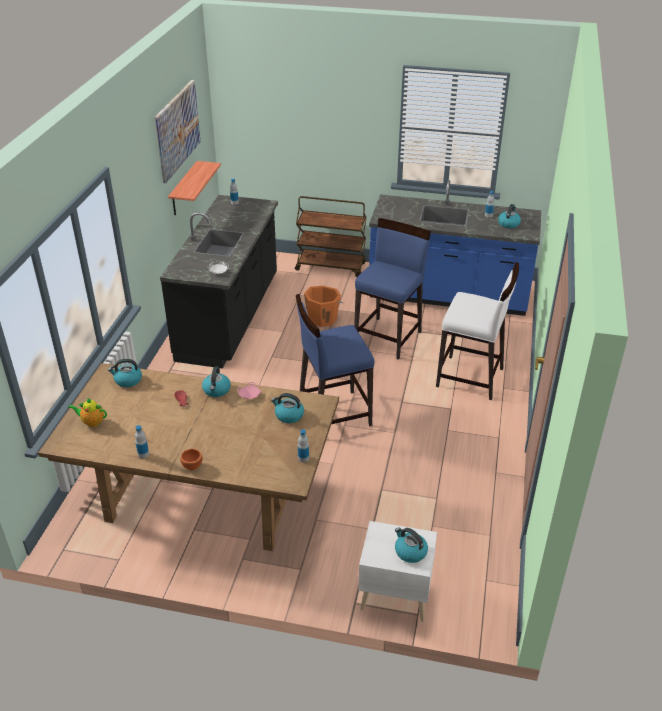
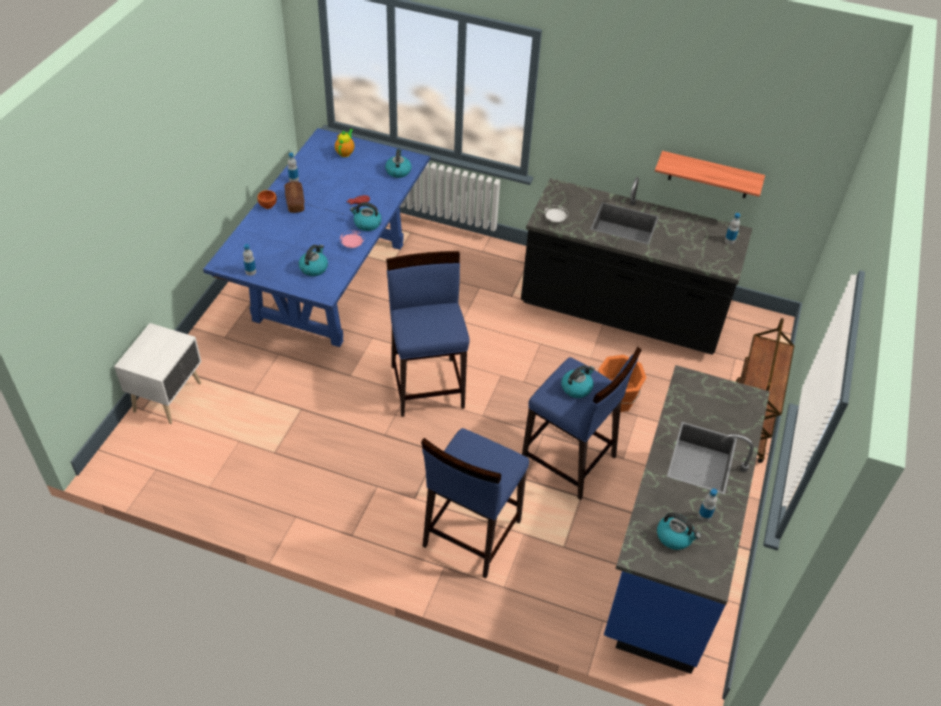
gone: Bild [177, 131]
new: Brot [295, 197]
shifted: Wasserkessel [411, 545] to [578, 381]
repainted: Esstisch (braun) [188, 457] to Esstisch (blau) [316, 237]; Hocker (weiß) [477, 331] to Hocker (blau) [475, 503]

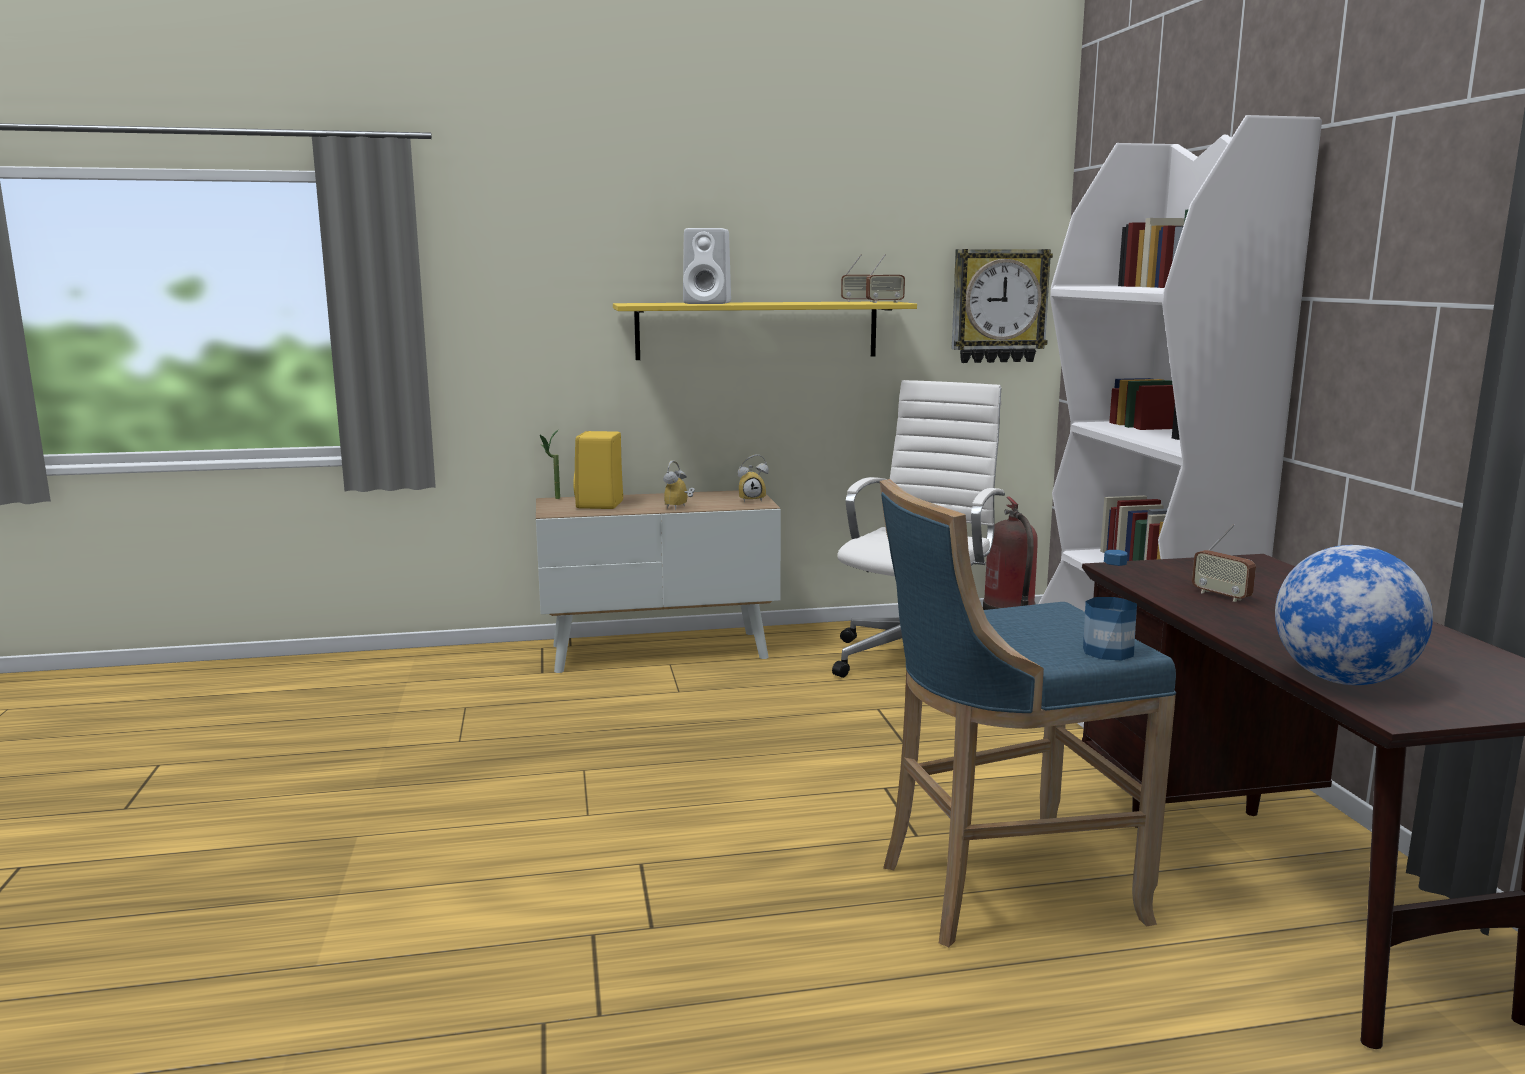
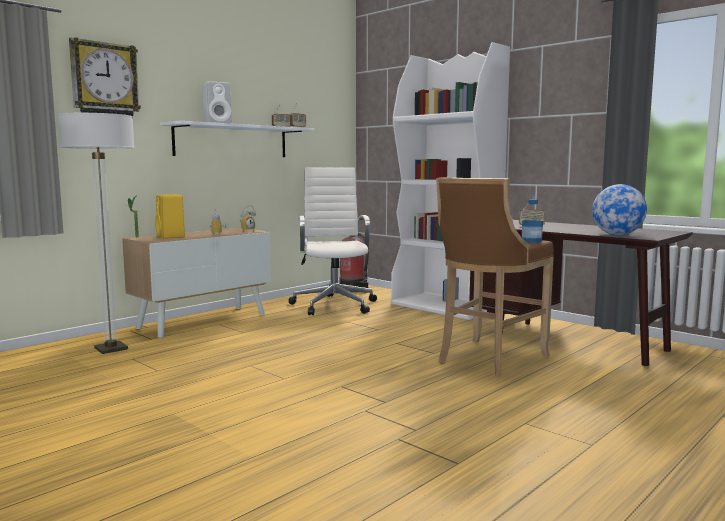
new: Stehlampe [96, 233]
shifted: Wanduhr [1002, 306] to [105, 78]
repainted: Wandregal (gelb) [765, 330] to Wandregal (weiß) [237, 139]; Hocker (blau) [1028, 713] to Hocker (braun) [495, 277]

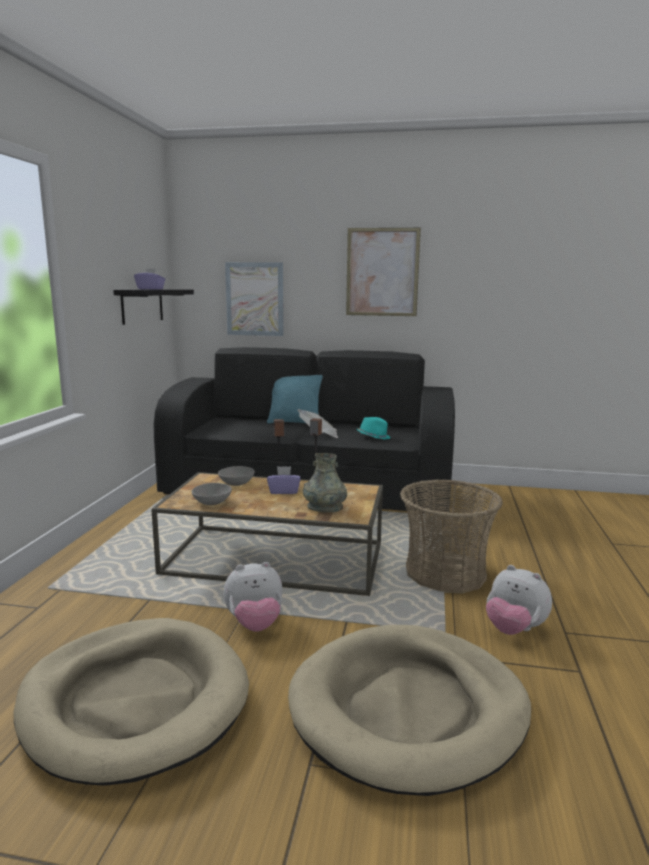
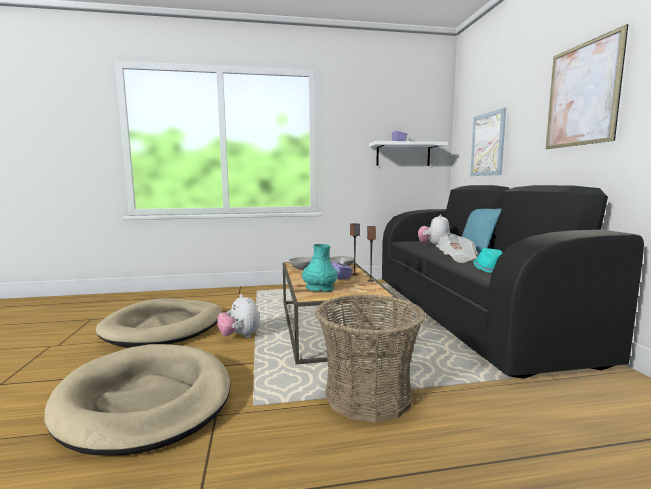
shifted: Plüschtier [519, 600] to [434, 230]
repainted: Vase (grau) [325, 483] to Vase (türkis) [320, 268]; Wandregal (schwarz) [153, 307] to Wandregal (weiß) [408, 153]

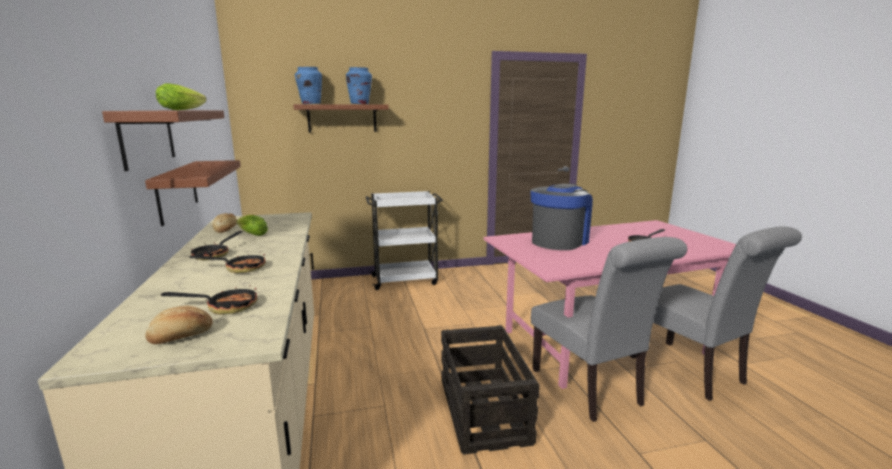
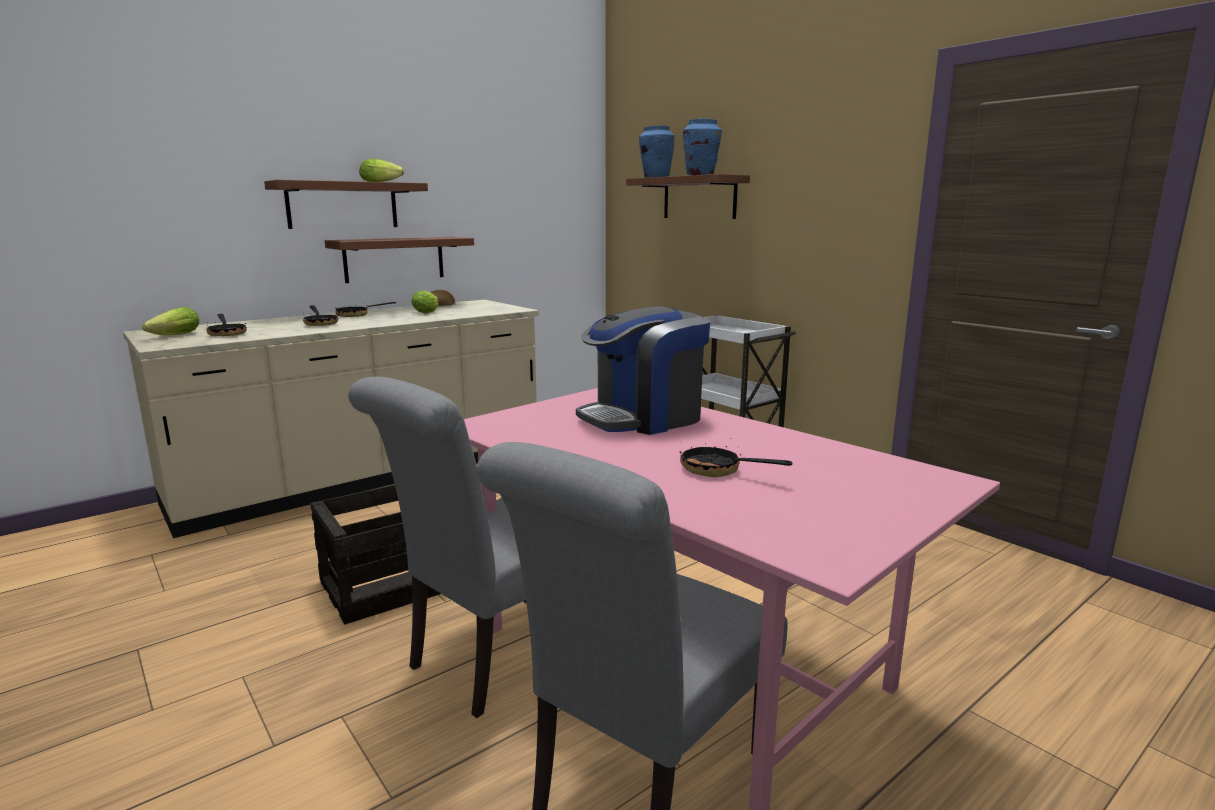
swapped: Brot [179, 325] to Salatkopf [170, 321]
rotated: Kaffeemaschine [562, 216] = [643, 370] 135 degrees clockwise

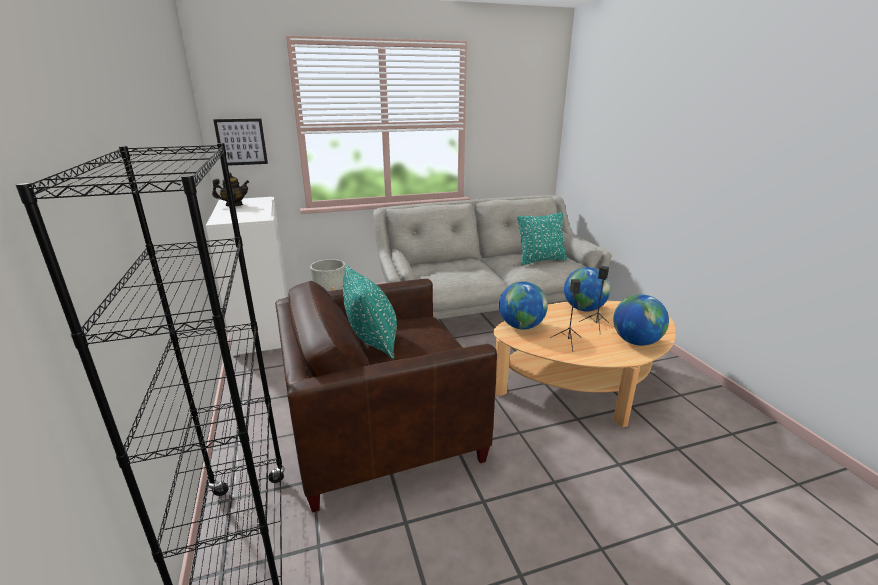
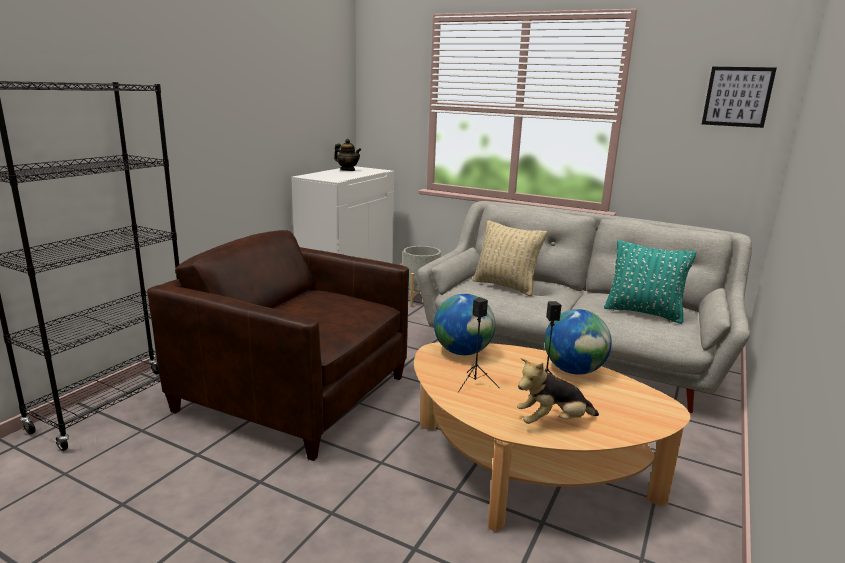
gone: Kissen (türkis) [370, 312]
new: Kissen (beige) [510, 258]
shifted: Bild [240, 142] to [739, 97]
swapped: Globus [641, 320] to Plüschtier [558, 391]

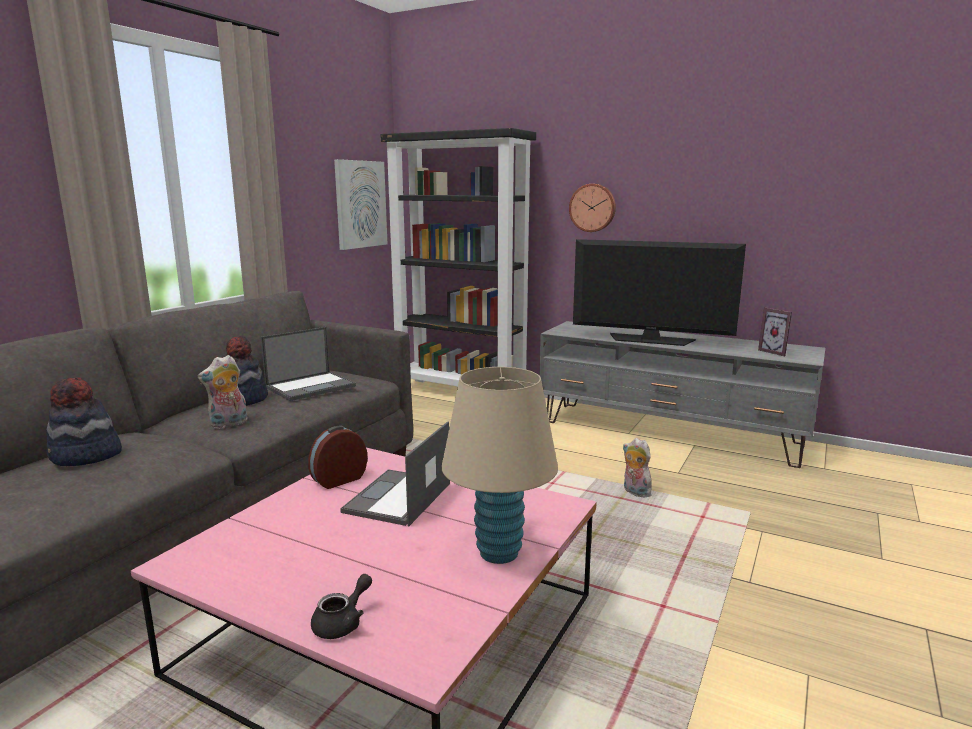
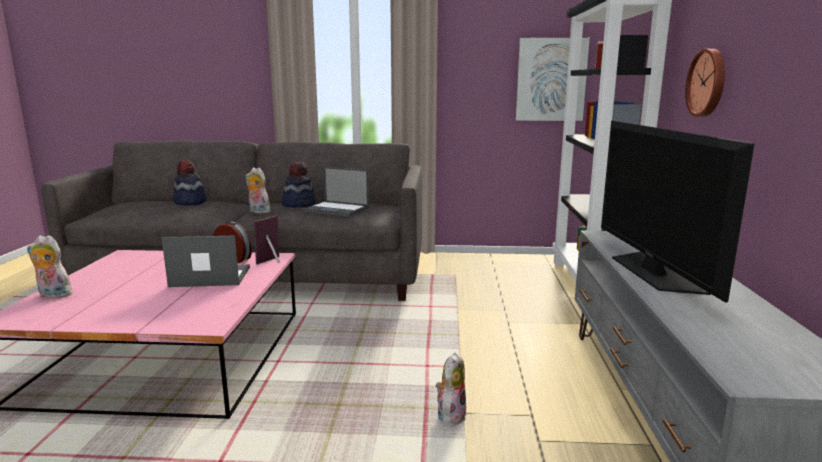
gone: Tischlampe (beige) [500, 465]
shifted: Bilderrahmen [775, 331] to [267, 239]
swapped: Teekanne (schwarz) [341, 606] to Plüschtier [52, 266]

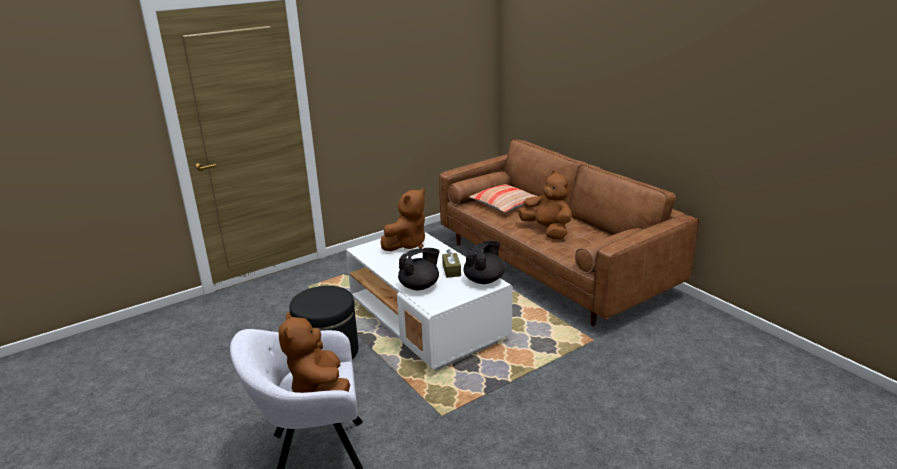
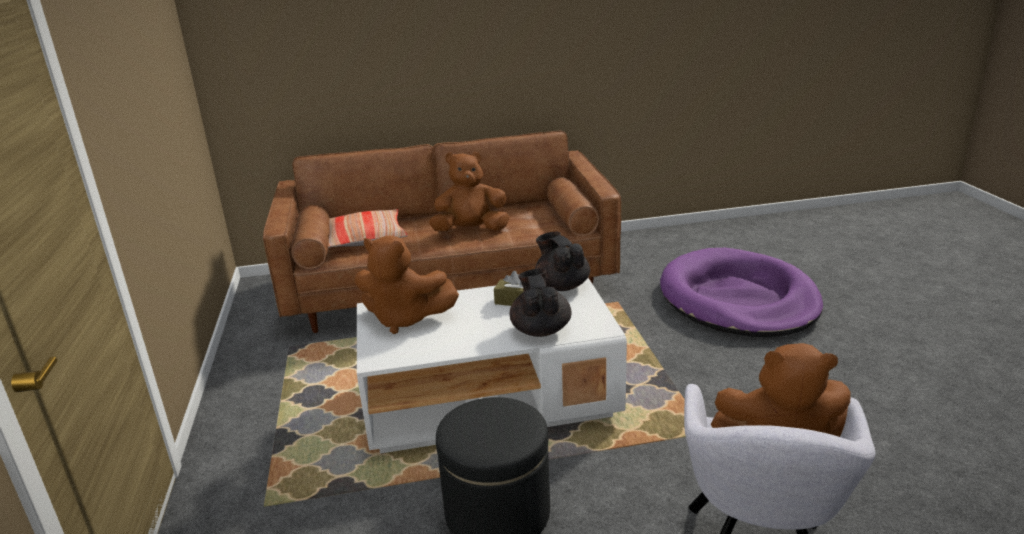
new: Hundebett (lila) [741, 292]
rotated: Plüschtier (braun) [403, 219] = [407, 285] 135 degrees clockwise

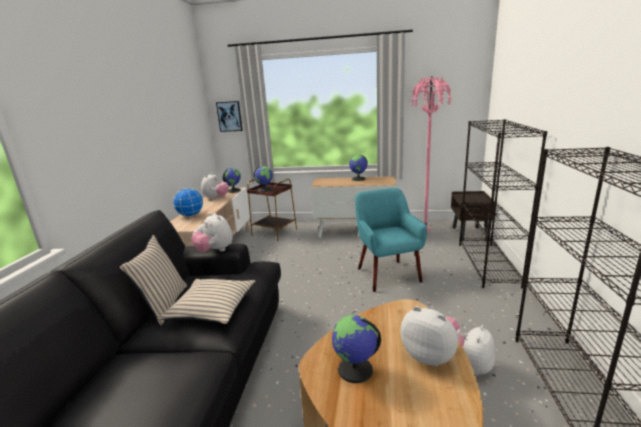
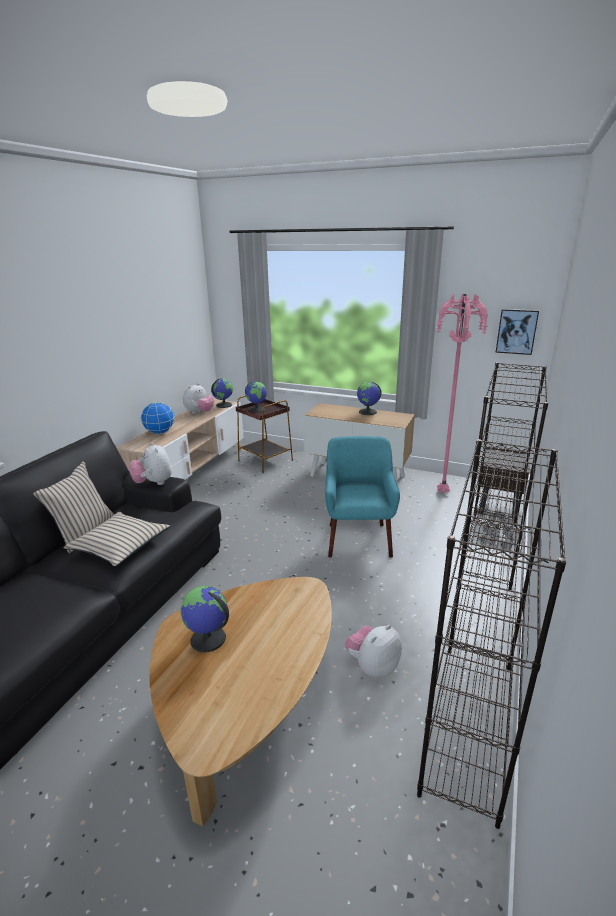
gone: Plüschtier [431, 336]
shifted: Bild [229, 116] to [517, 332]

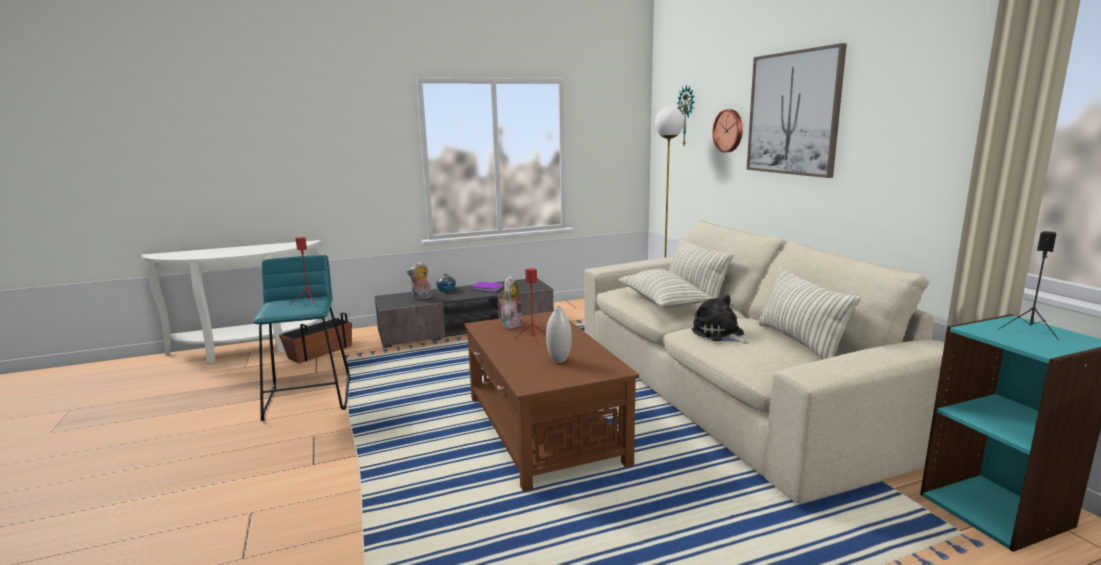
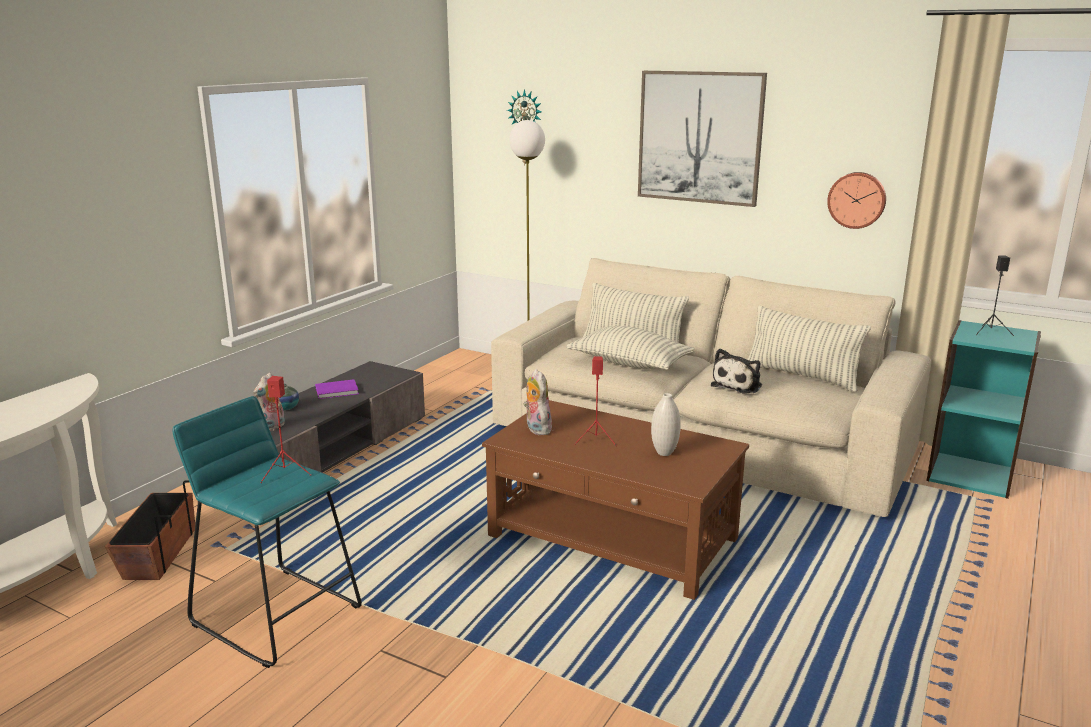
shifted: Wanduhr [728, 130] to [856, 200]
rotated: Plüschtier [720, 319] = [736, 371] 75 degrees counterclockwise

